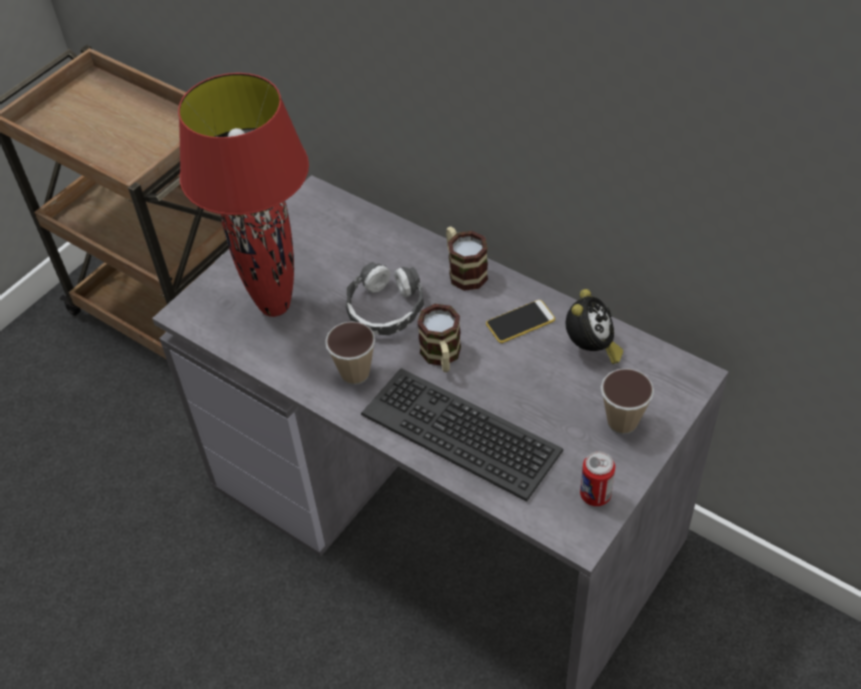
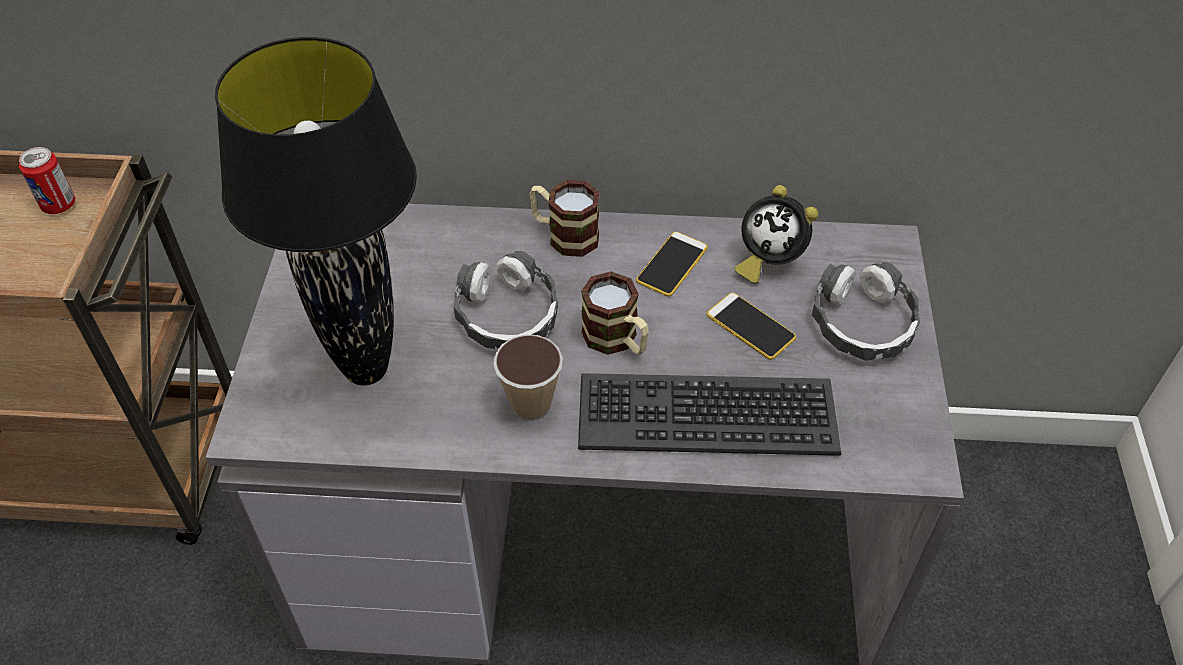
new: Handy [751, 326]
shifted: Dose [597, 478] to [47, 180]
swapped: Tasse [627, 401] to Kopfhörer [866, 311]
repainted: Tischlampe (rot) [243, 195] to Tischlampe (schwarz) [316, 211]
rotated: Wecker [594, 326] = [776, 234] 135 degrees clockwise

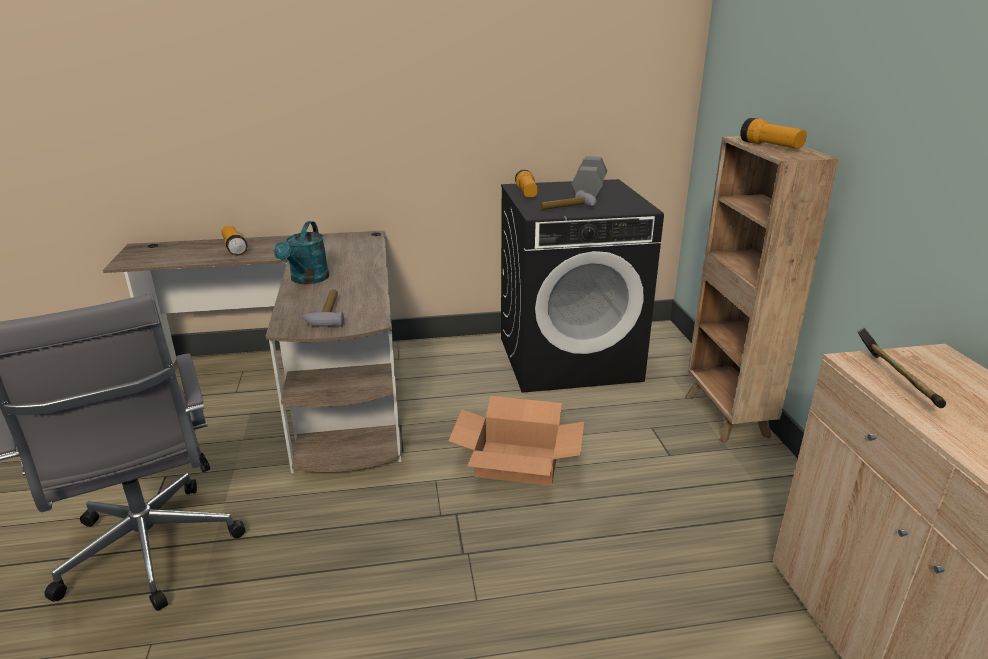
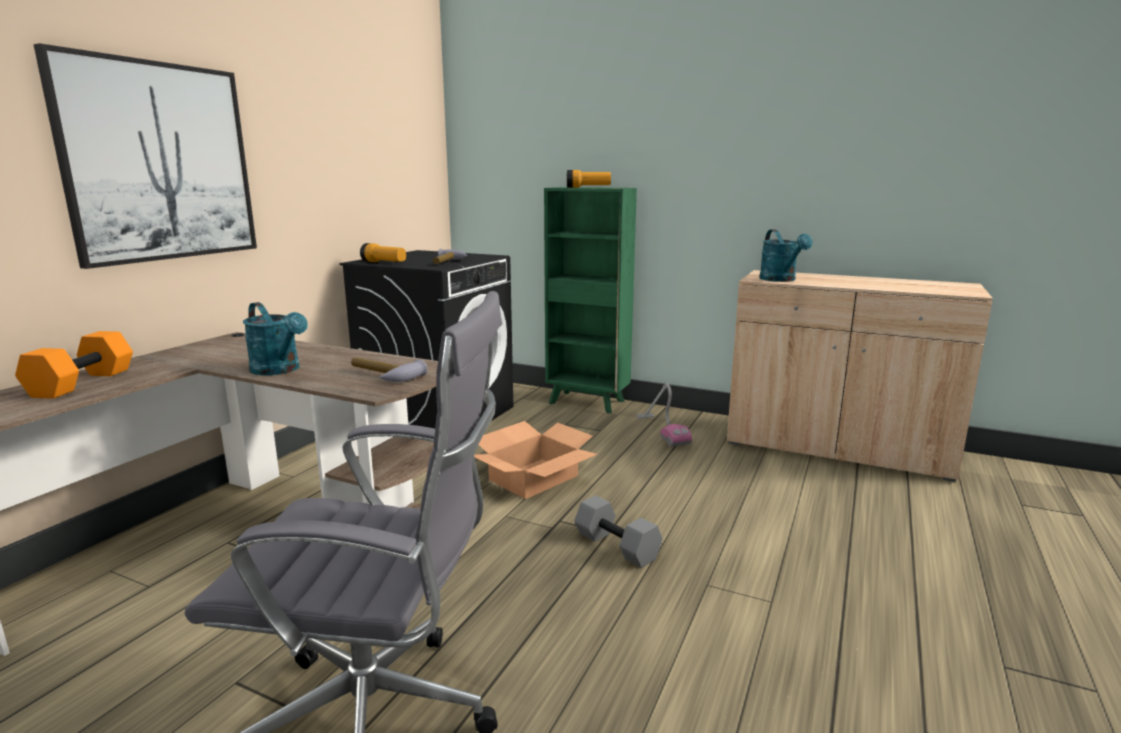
new: Bild [145, 156]; Staubsauger [664, 415]
shifted: Hantel (grau) [589, 177] to [618, 531]
swapped: Taschenlampe [234, 240] to Hantel (orange) [74, 365]; Hammer [902, 367] to Gießkanne (türkis) [786, 255]
repainted: Bücherregal (braun) [762, 289] to Bücherregal (grün) [590, 300]

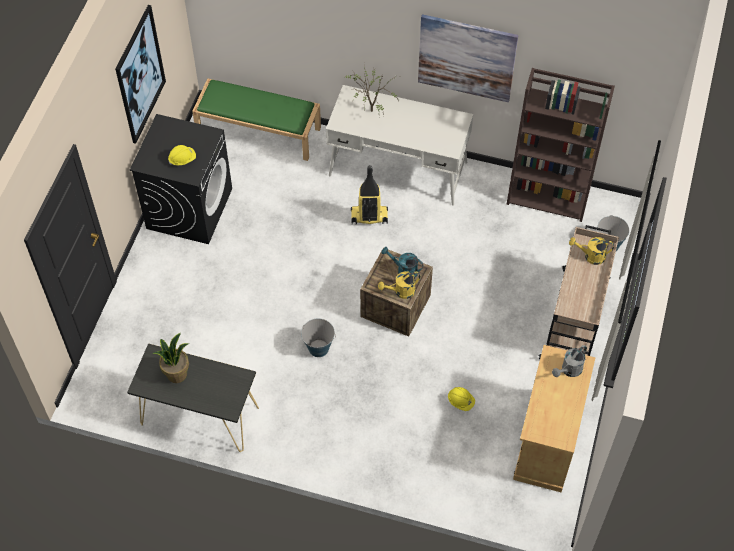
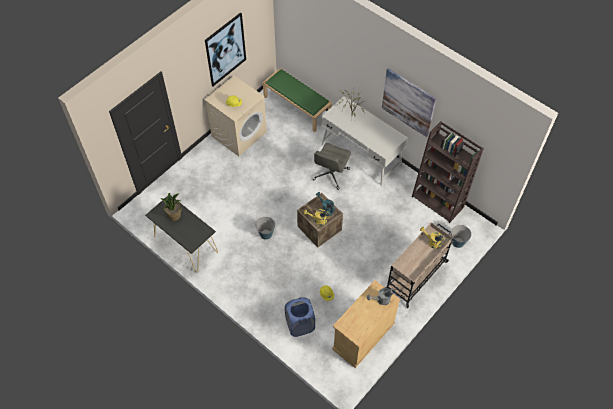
new: Wäschekorb (blau) [300, 317]
swapped: Staubsauger [369, 195] to Bürostuhl (grau) [332, 166]
repainted: Waschmaschine (schwarz) [181, 179] to Waschmaschine (beige) [236, 116]

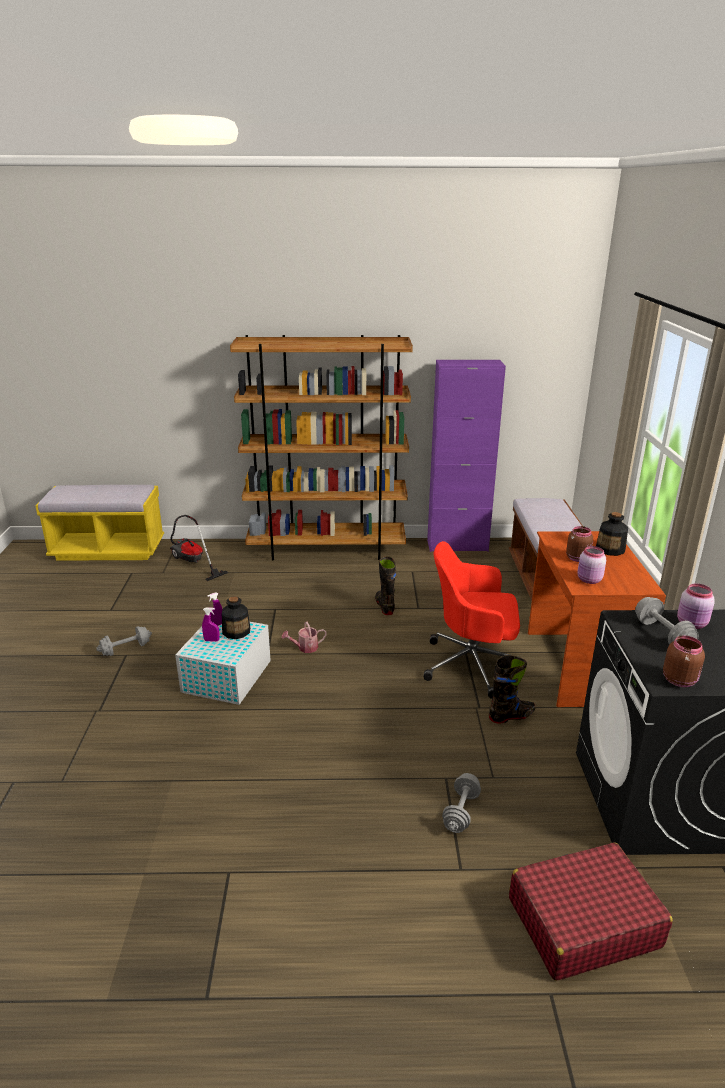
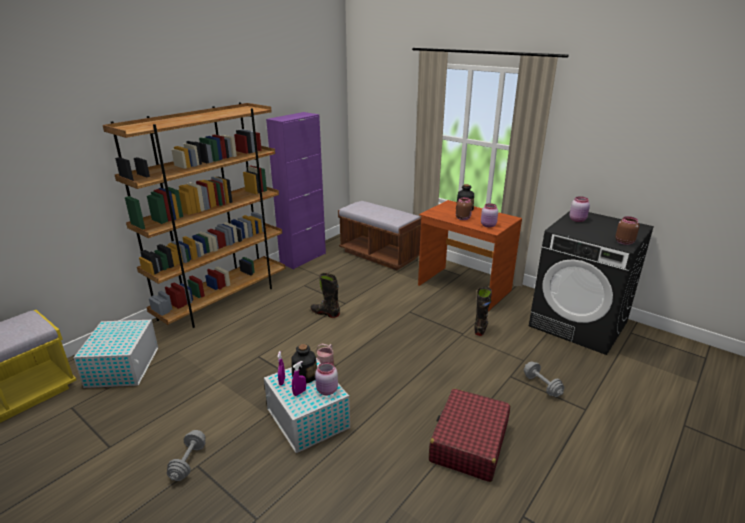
gone: Bürostuhl (rot) [472, 620]; Hantel (grau) [667, 620]
new: Vorratsglas (rosa) [326, 378]
shifted: Koffer (rot) [591, 911] to [469, 435]
swapped: Staubsauger [199, 548] to Aufbewahrungsbox (weiß) [115, 354]

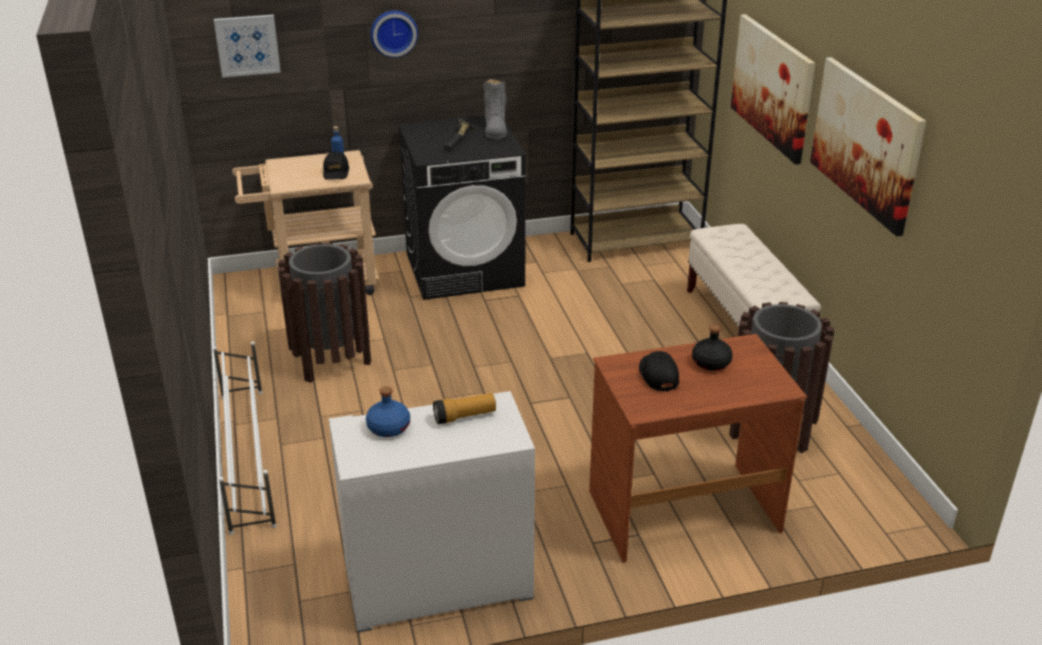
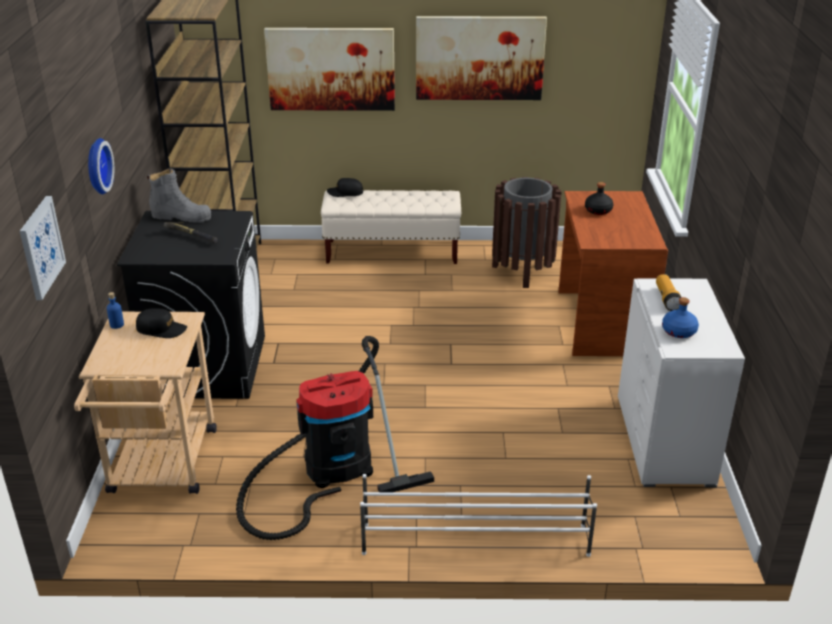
shifted: Kappe (schwarz) [659, 371] to [345, 187]
swapped: Mülleimer (braun) [324, 313] to Staubsauger [335, 438]

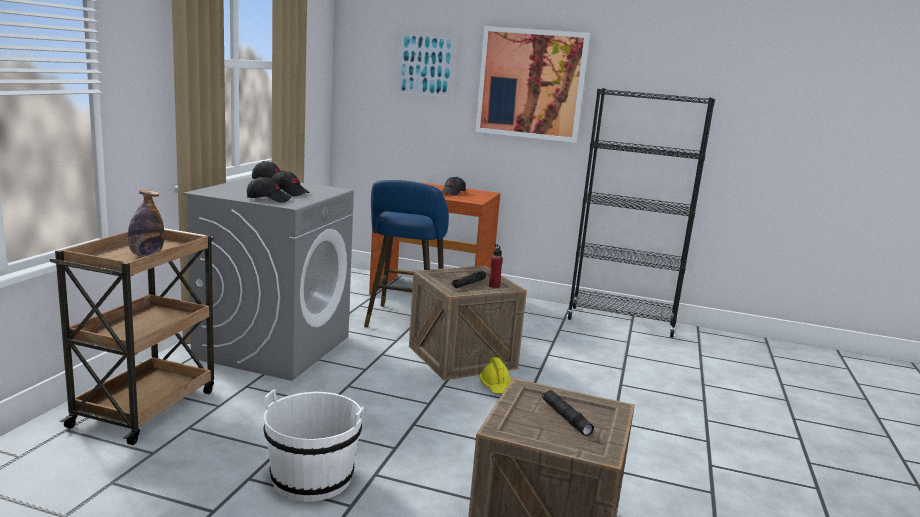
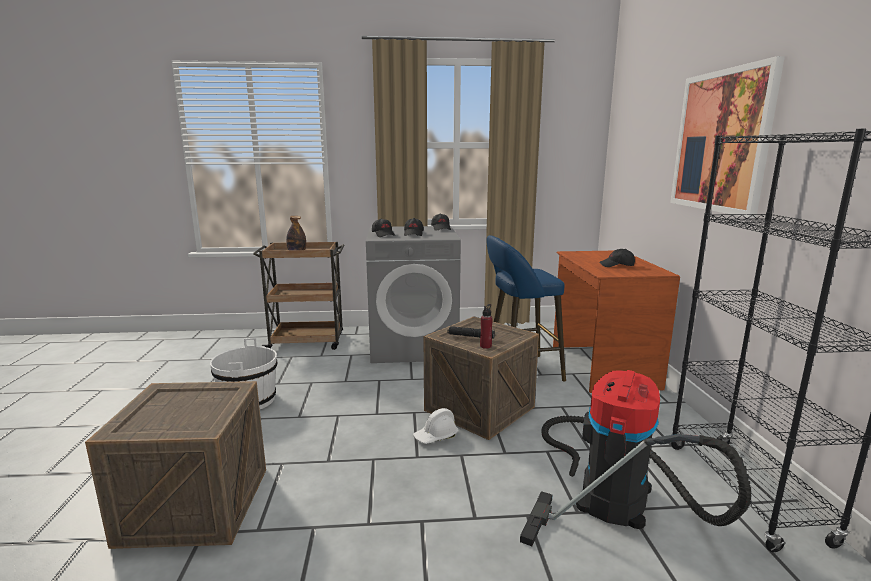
gone: Bild [426, 65]; Taschenlampe (schwarz) [568, 413]
new: Staubsauger [635, 458]
repainted: Schutzhelm (gelb) [495, 375] to Schutzhelm (weiß) [436, 426]

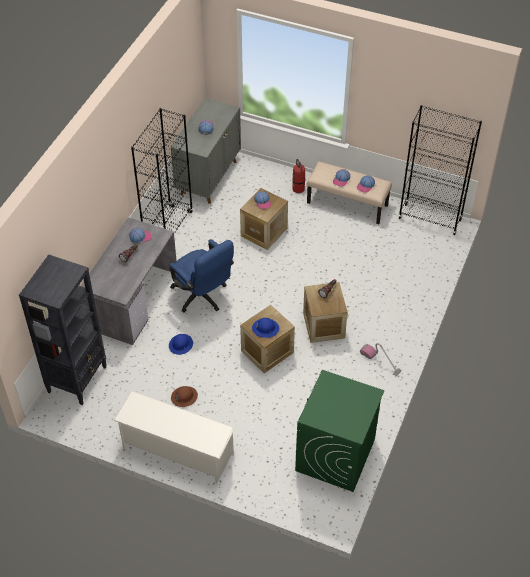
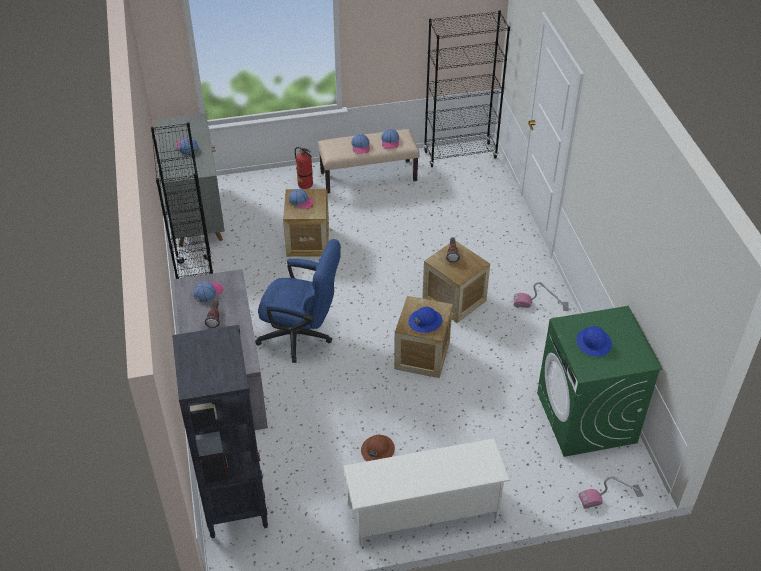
new: Staubsauger [610, 492]
shifted: Schutzhelm (blau) [181, 344] to [594, 341]

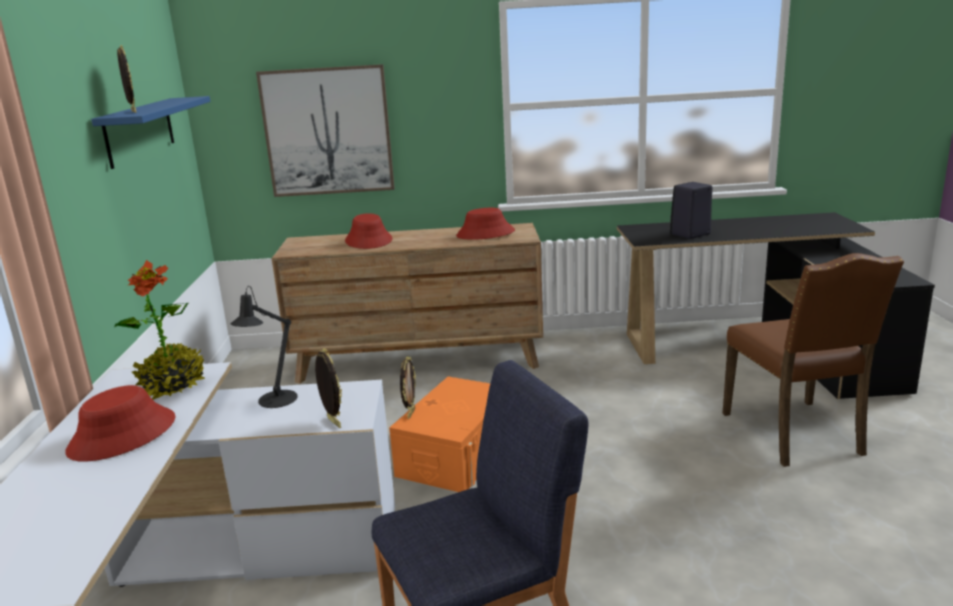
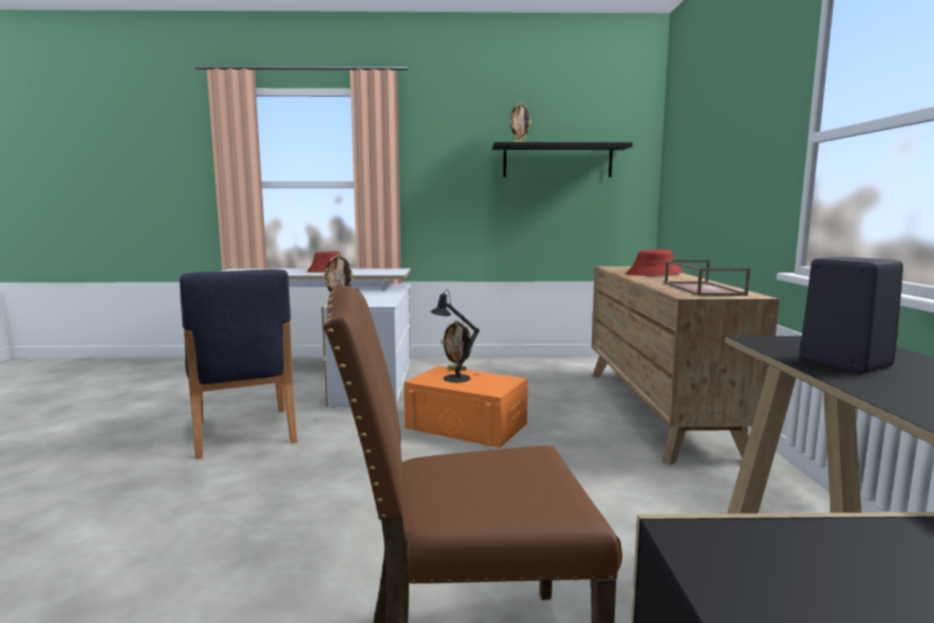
gone: Topfpflanze [159, 330]; Bild [325, 130]
shifted: Tischlampe (schwarz) [263, 347] to [454, 336]
swapped: Hut (rot) [485, 224] to Tablett (braun) [707, 278]
repainted: Wandregal (blau) [150, 132] to Wandregal (schwarz) [562, 159]

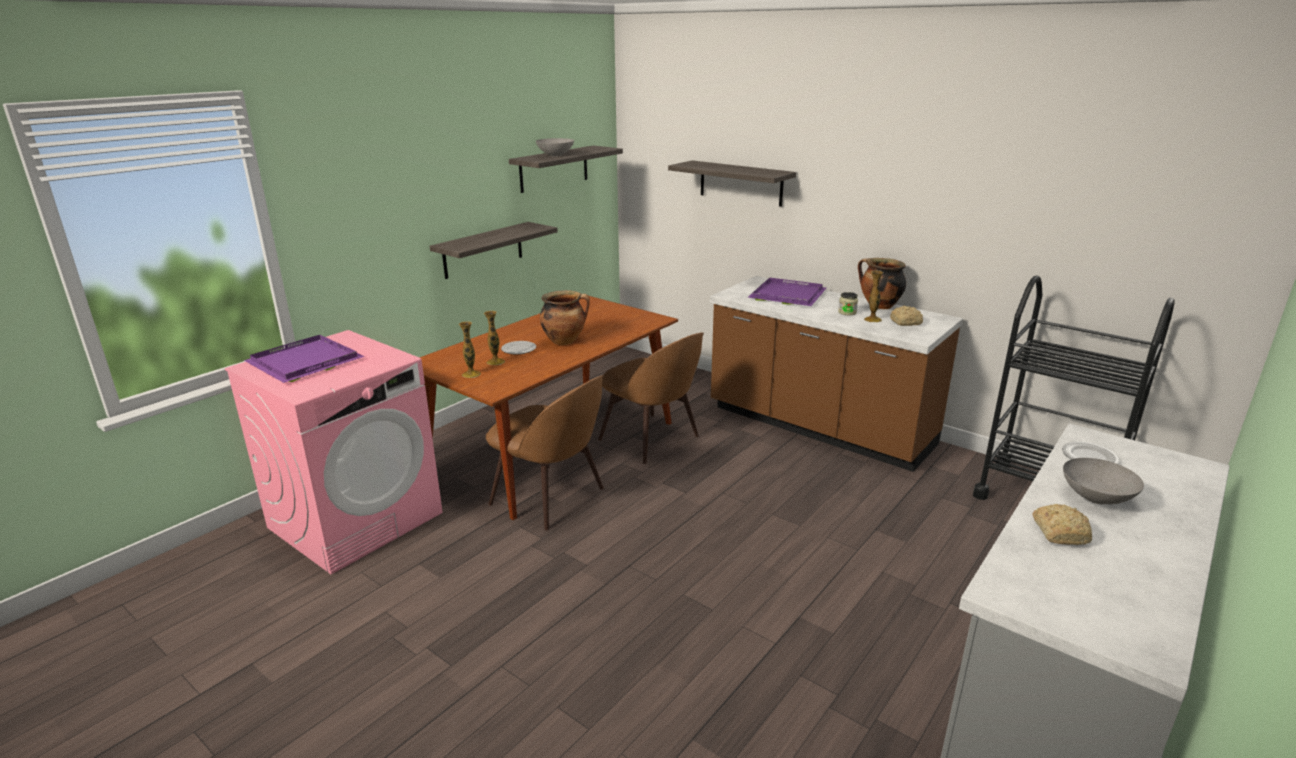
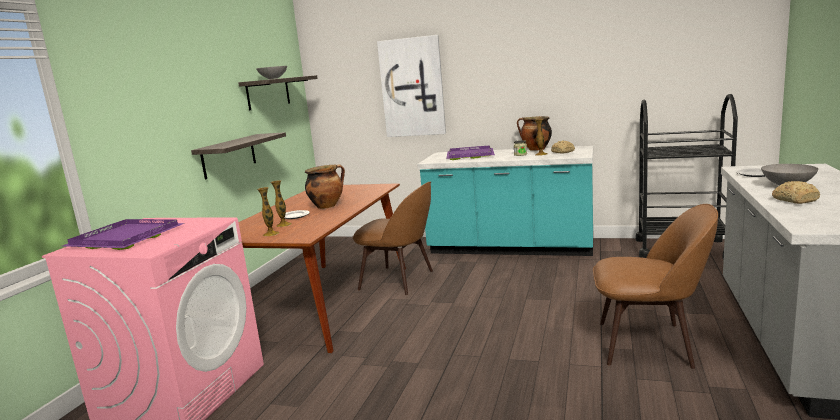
shifted: Stuhl (braun) [545, 453] to [655, 286]
swapped: Wandregal [732, 183] to Bild [411, 86]
repainted: Küchenzeile (braun) [836, 374] to Küchenzeile (türkis) [505, 201]

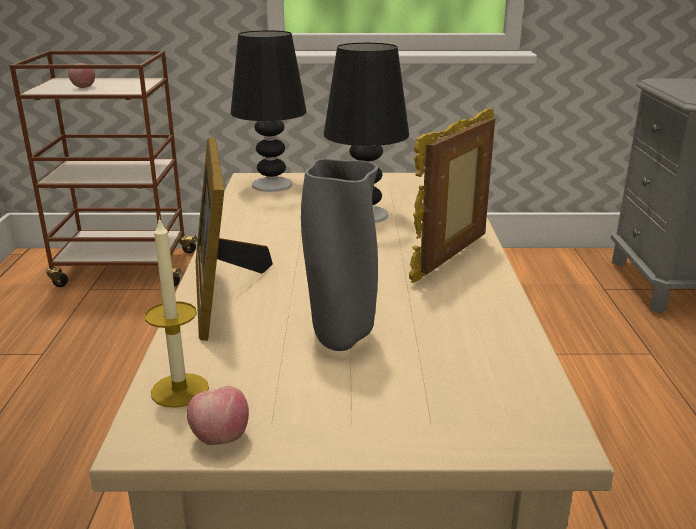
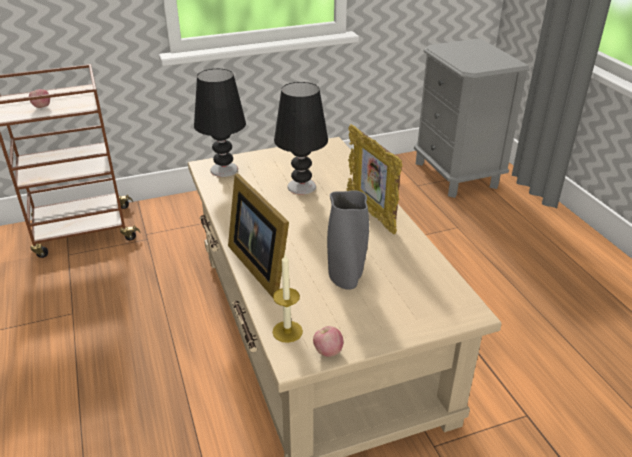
rotated: Bilderrahmen [452, 195] = [374, 179] 45 degrees counterclockwise

